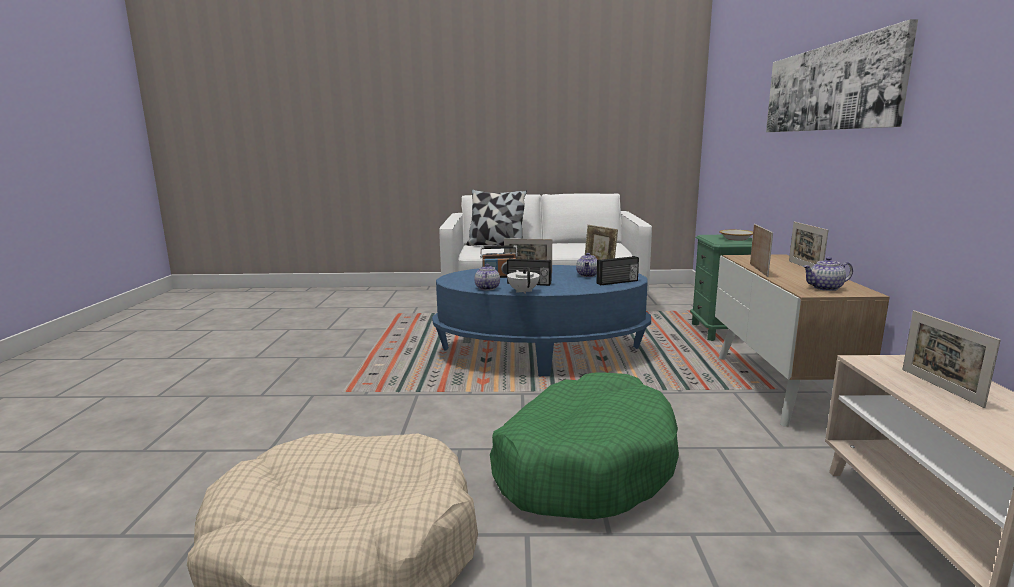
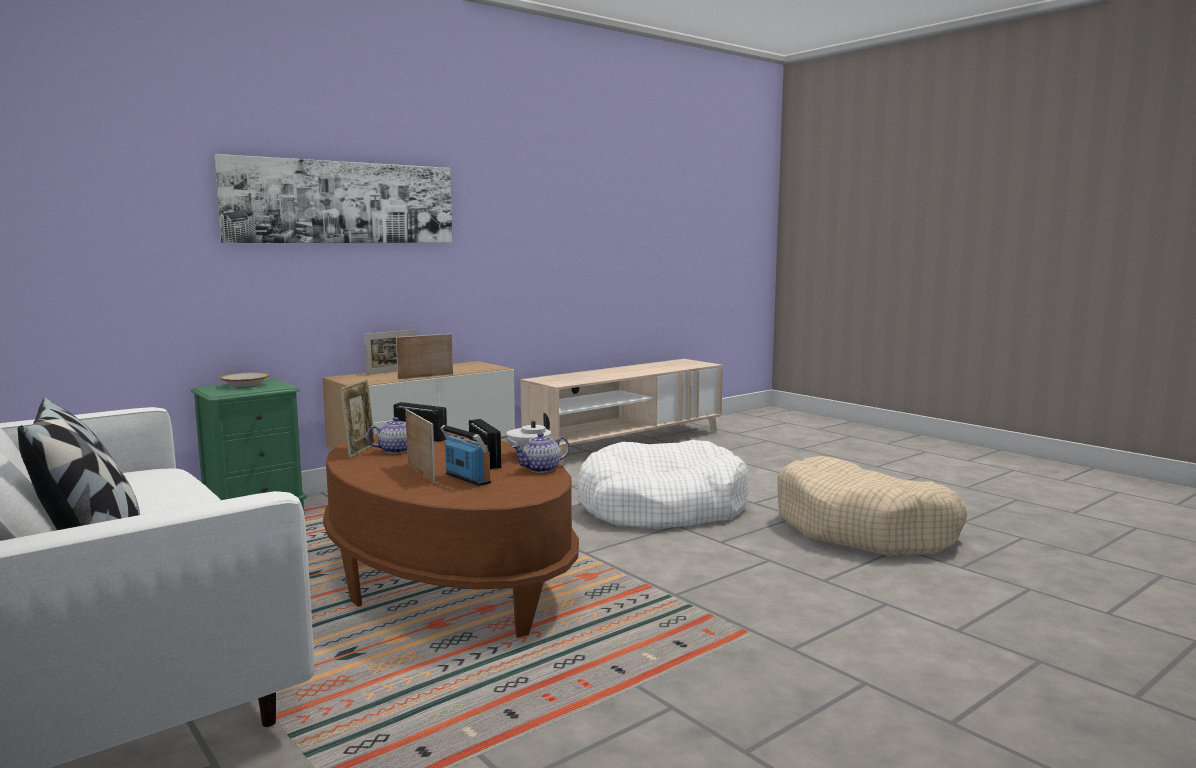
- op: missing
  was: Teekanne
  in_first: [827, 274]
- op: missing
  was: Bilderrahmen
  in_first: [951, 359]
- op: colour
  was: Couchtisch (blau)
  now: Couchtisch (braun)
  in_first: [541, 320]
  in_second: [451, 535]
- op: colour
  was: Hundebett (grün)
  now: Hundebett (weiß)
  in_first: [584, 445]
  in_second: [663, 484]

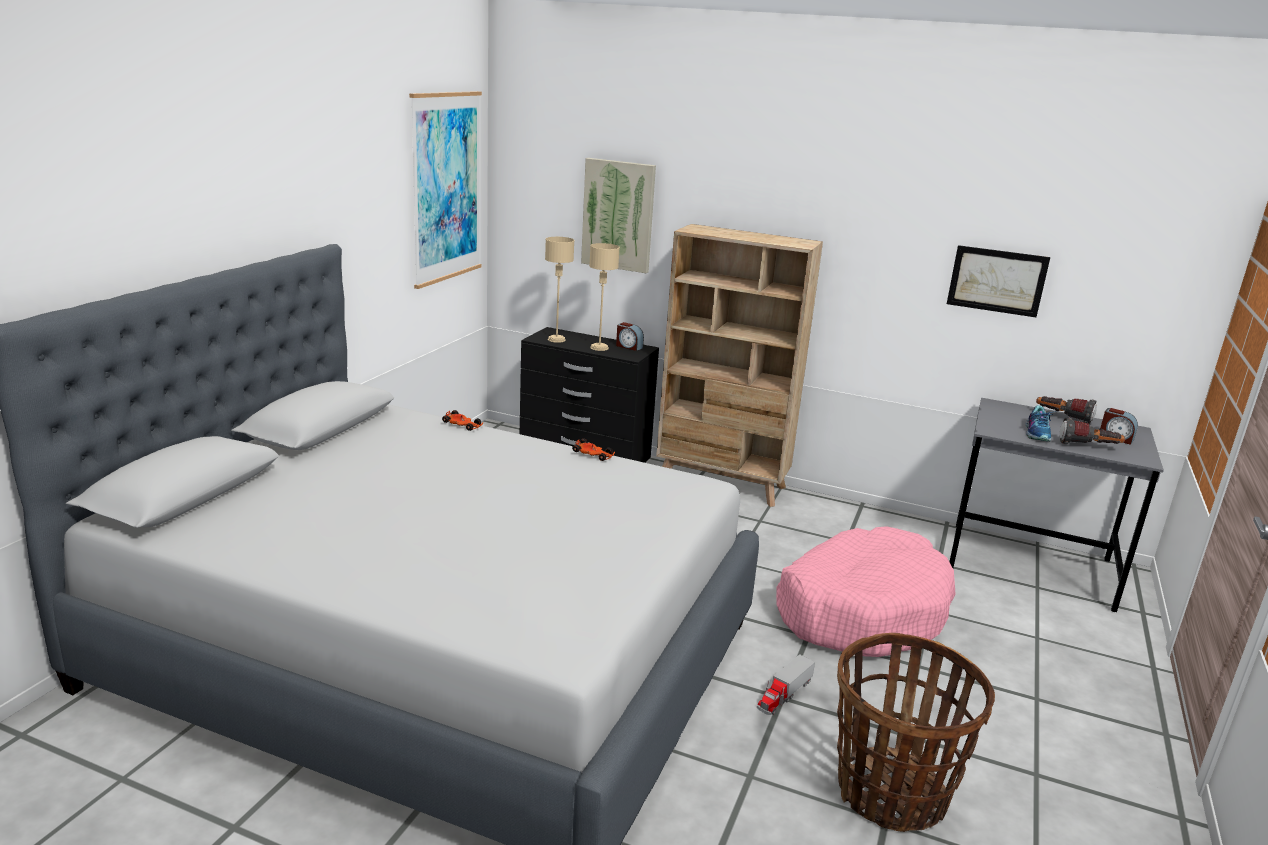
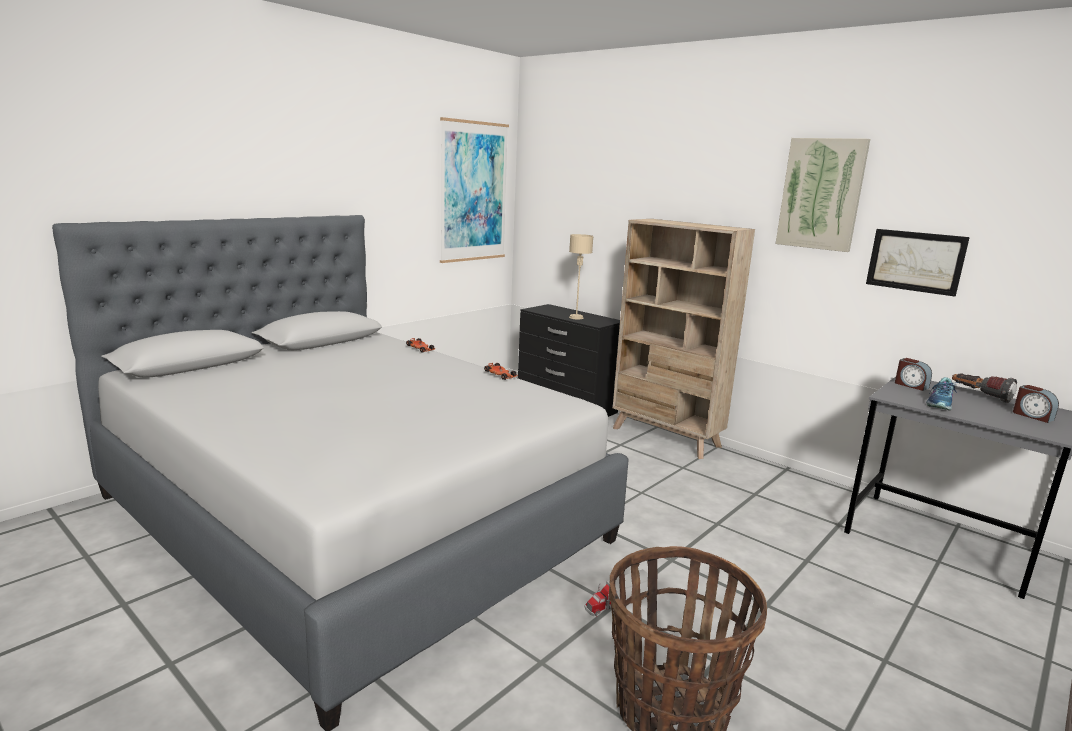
- op: missing
  was: Tischlampe (beige)
  in_first: [559, 290]
- op: missing
  was: Hundebett (rosa)
  in_first: [866, 591]
- op: missing
  was: Taschenlampe
  in_first: [1092, 430]
- op: relocated
  was: Bild
  in_first: [618, 215]
  in_second: [823, 195]
- op: relocated
  was: Wecker
  in_first: [630, 336]
  in_second: [913, 374]

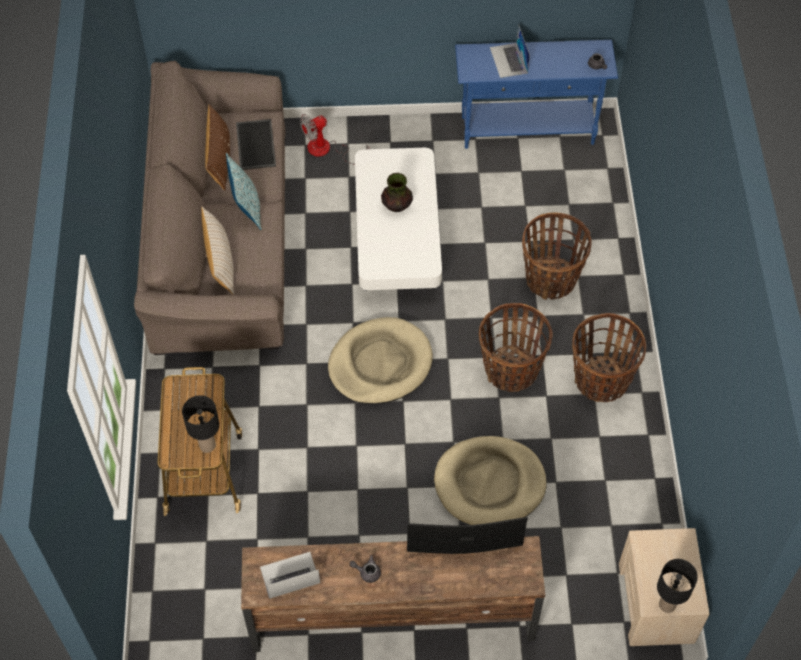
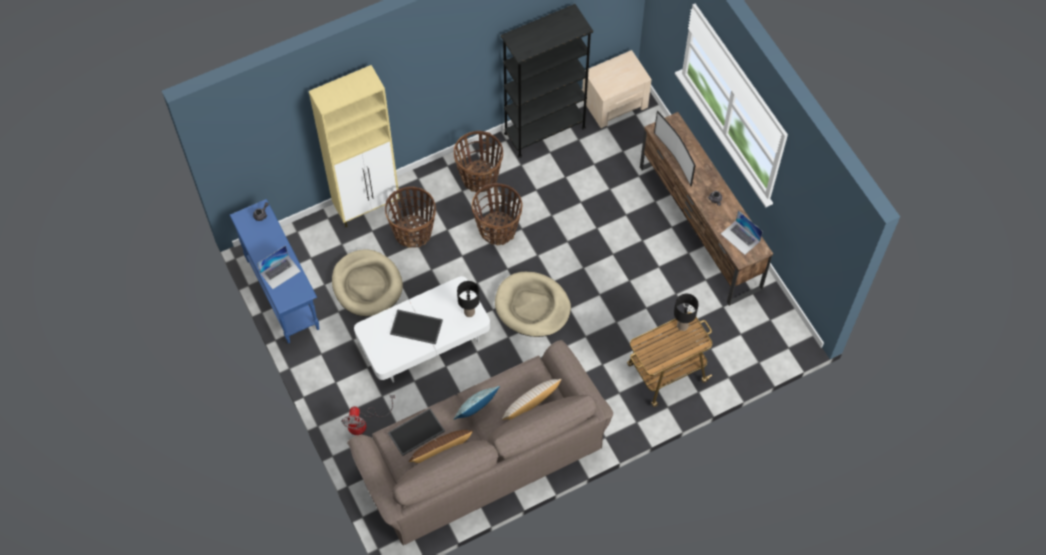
- op: appeared
  now: Schrank (beige)
  in_second: [354, 146]
- op: appeared
  now: Bücherregal (schwarz)
  in_second: [547, 81]
- op: relocated
  was: Hundebett (beige)
  in_first: [490, 480]
  in_second: [367, 283]
- op: relocated
  was: Tischlampe (schwarz)
  in_first: [677, 586]
  in_second: [468, 299]
- op: exchanged
  was: Vase
  now: Tablett
  in_first: [397, 192]
  in_second: [416, 326]
- op: spun
  was: Ventilator
  in_first: [334, 139]
  in_second: [368, 415]
  clockwise: 60

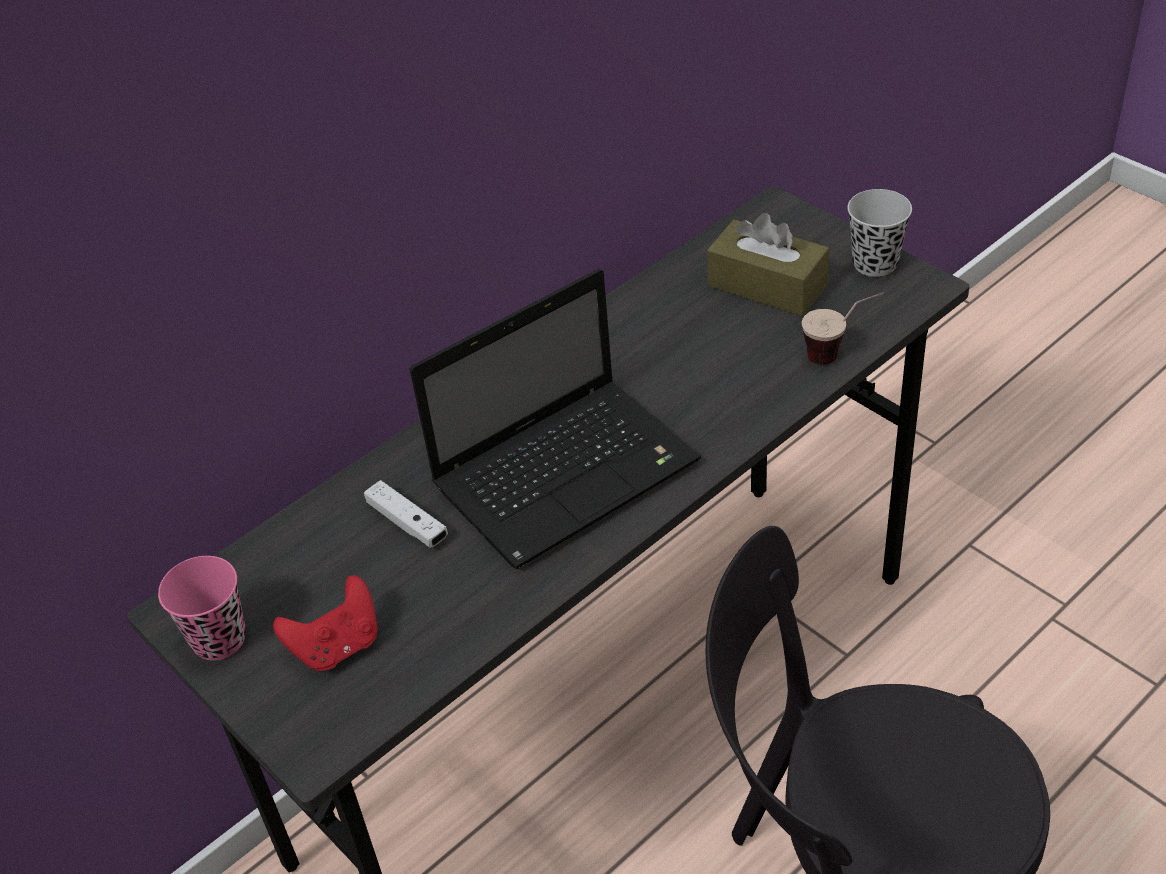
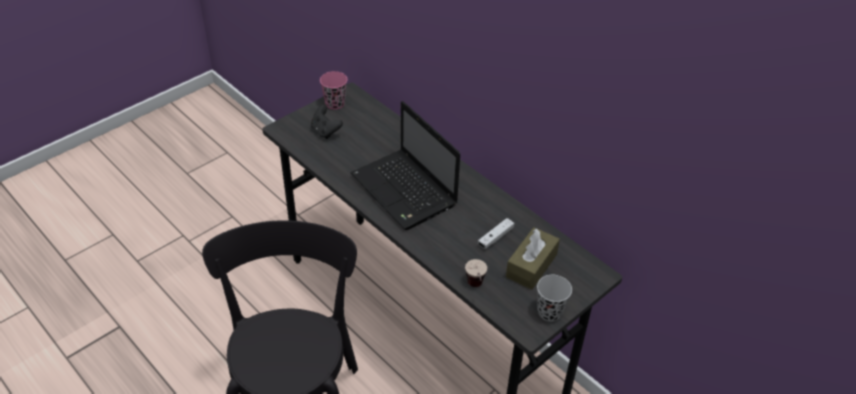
- op: relocated
  was: Gamepad (weiß)
  in_first: [406, 514]
  in_second: [496, 233]
- op: colour
  was: Gamepad (rot)
  now: Gamepad (schwarz)
  in_first: [325, 623]
  in_second: [327, 122]

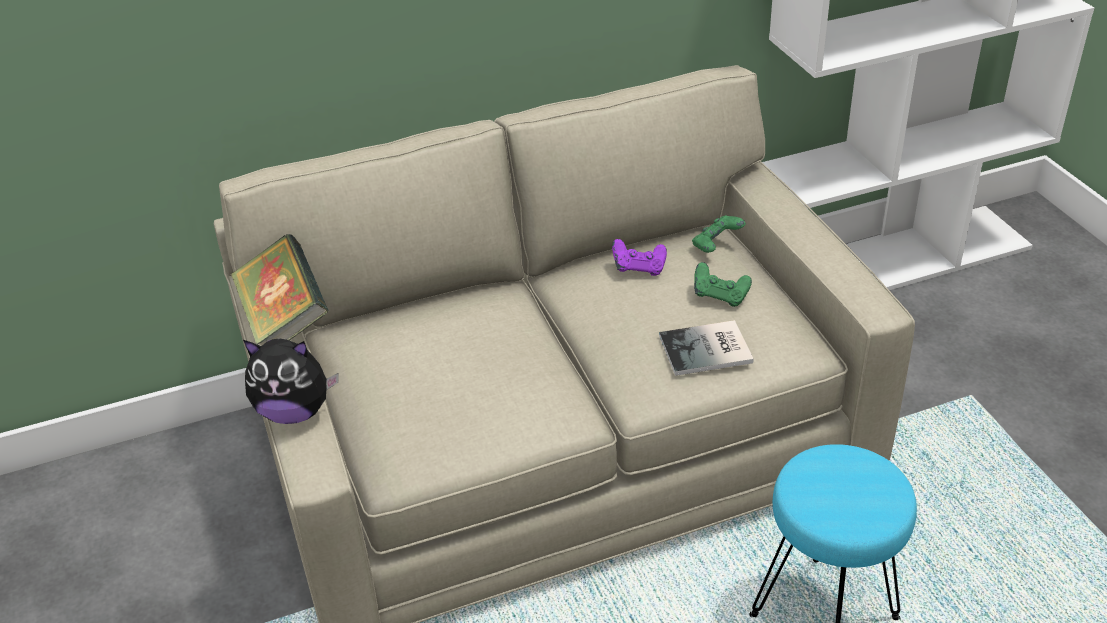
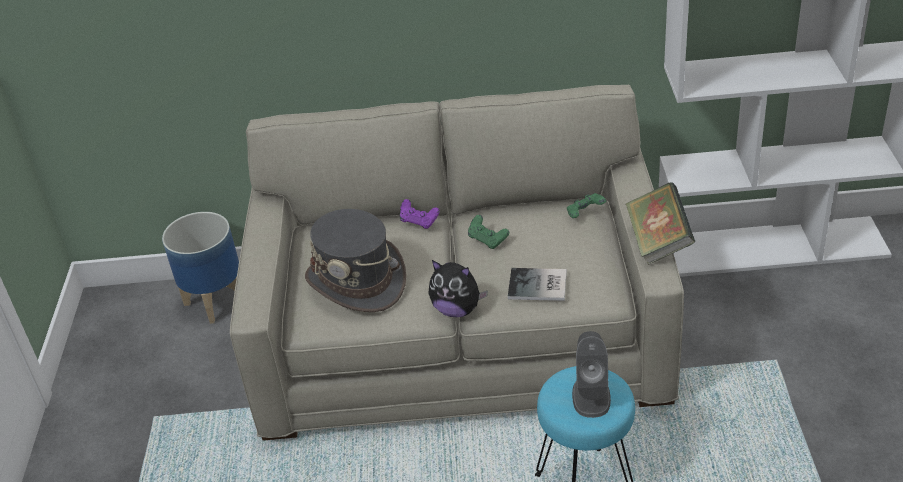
- op: appeared
  now: Pflanzkübel
  in_second: [200, 268]
- op: appeared
  now: Hut (grau)
  in_second: [355, 260]
- op: appeared
  now: Lautsprecher (grau)
  in_second: [591, 374]
- op: relocated
  was: Buch
  in_first: [280, 290]
  in_second: [660, 223]
- op: relocated
  was: Plüschtier
  in_first: [291, 381]
  in_second: [458, 288]
- op: relocated
  was: Gamepad (lila)
  in_first: [639, 257]
  in_second: [420, 214]
- op: relocated
  was: Gamepad (grün)
  in_first: [723, 284]
  in_second: [488, 232]

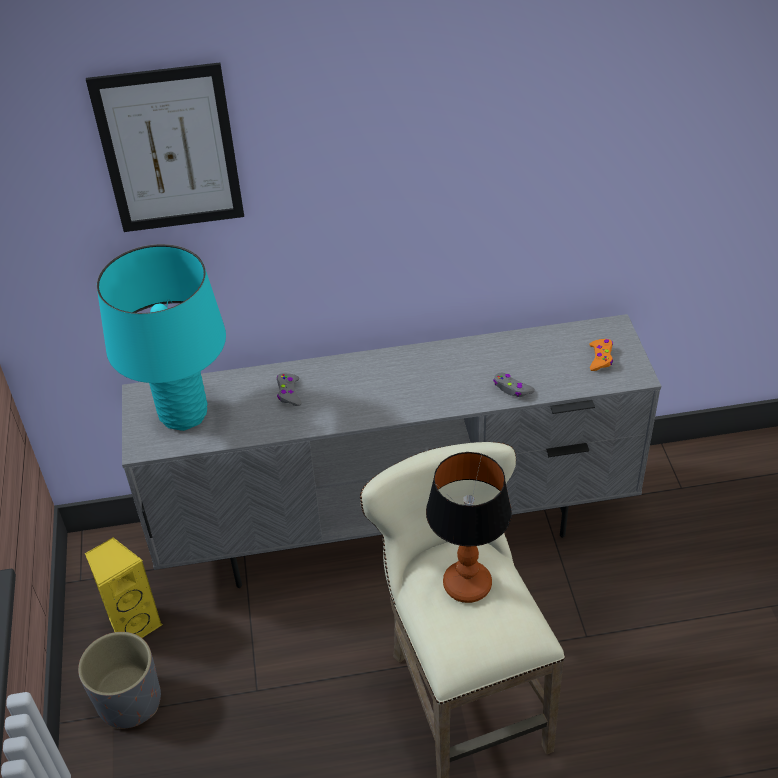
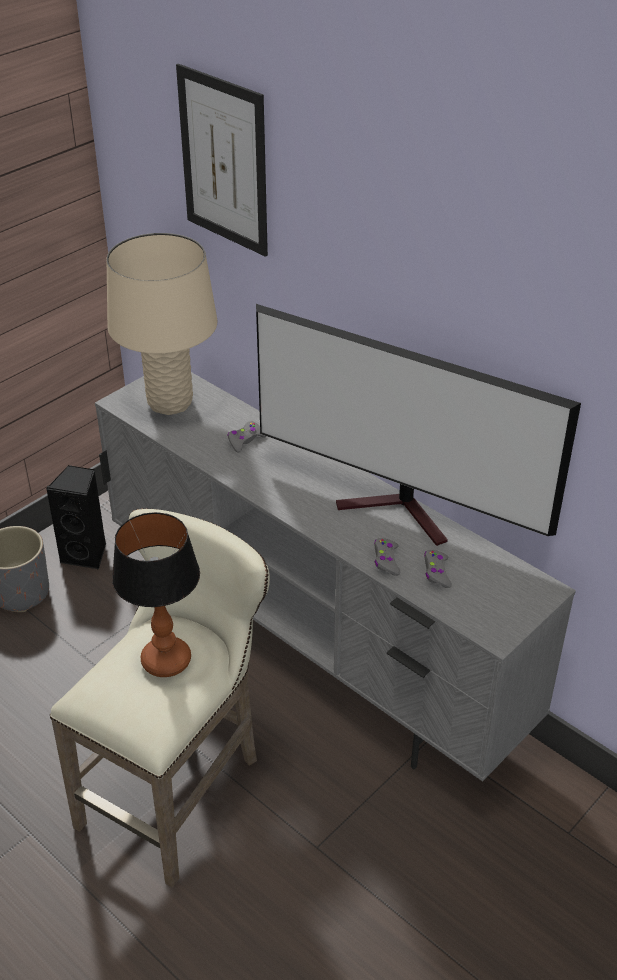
- op: missing
  was: Gamepad (orange)
  in_first: [601, 355]
- op: appeared
  now: Fernseher
  in_second: [418, 425]
- op: appeared
  now: Gamepad (grau)
  in_second: [438, 569]
- op: colour
  was: Lautsprecher (gelb)
  now: Lautsprecher (schwarz)
  in_first: [124, 587]
  in_second: [76, 517]
- op: colour
  was: Tischlampe (türkis)
  now: Tischlampe (beige)
  in_first: [161, 337]
  in_second: [162, 324]

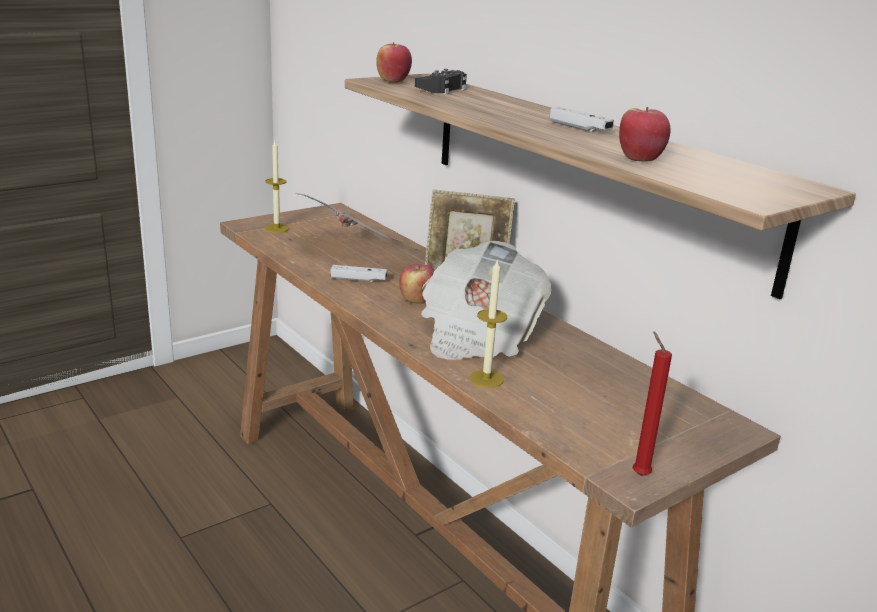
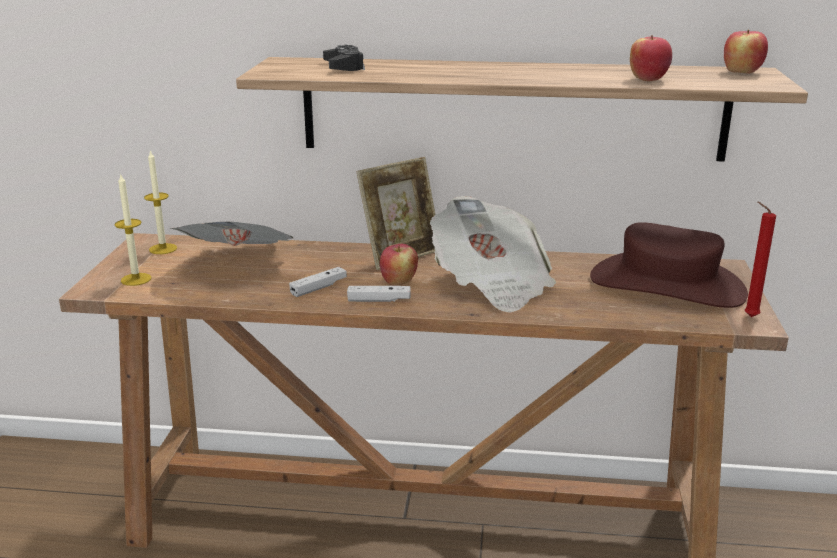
- op: appeared
  now: Hut (braun)
  in_second: [669, 265]
- op: relocated
  was: Apfel
  in_first: [394, 62]
  in_second: [746, 52]
- op: relocated
  was: Kerze
  in_first: [488, 323]
  in_second: [160, 202]
- op: relocated
  was: Gamepad (weiß)
  in_first: [582, 119]
  in_second: [379, 294]

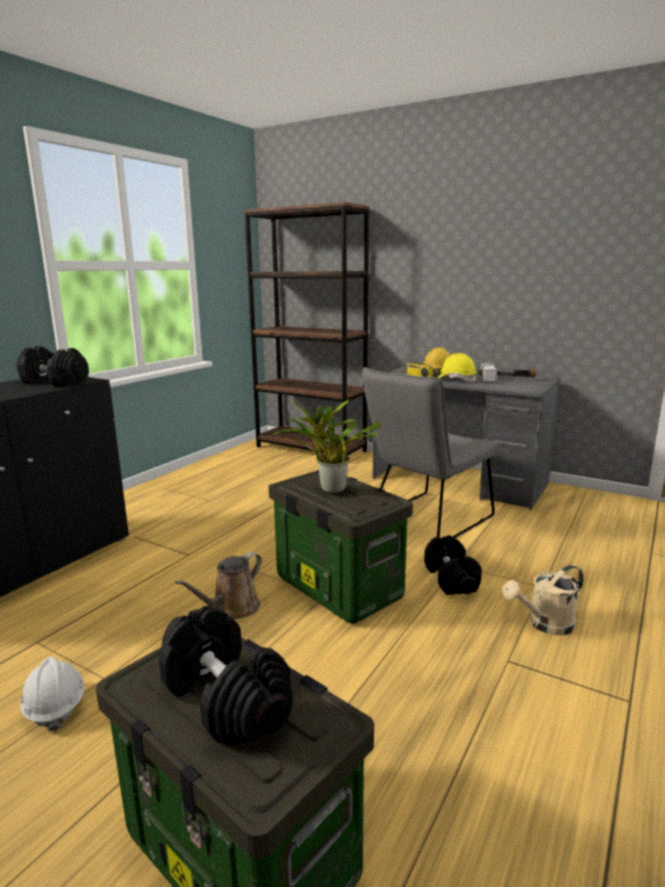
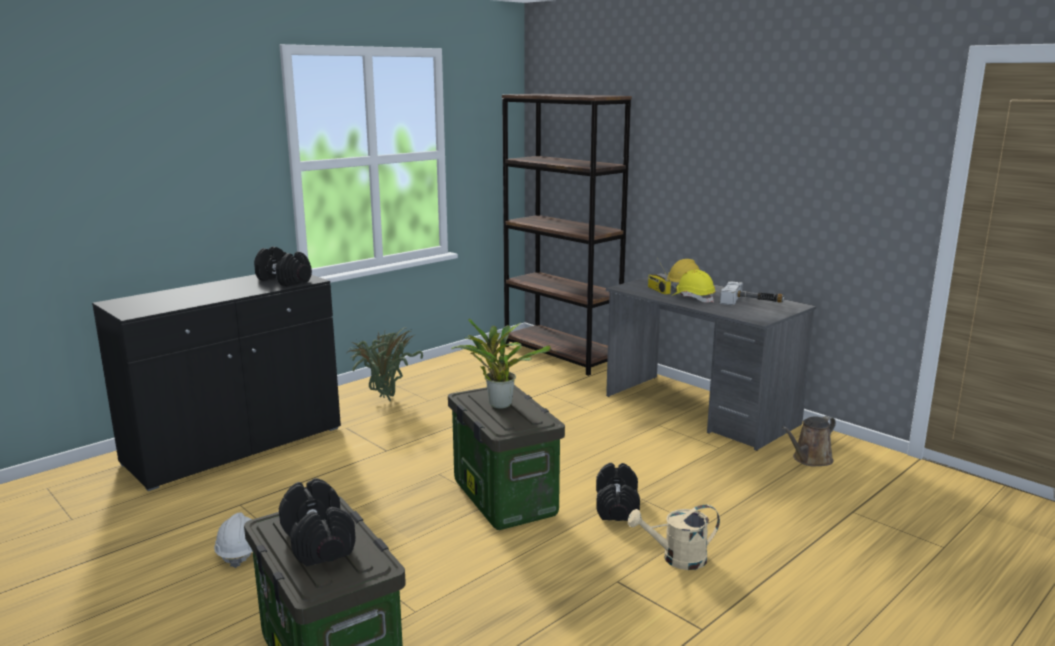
- op: missing
  was: Stuhl (grau)
  in_first: [429, 452]
- op: appeared
  now: Topfpflanze
  in_second: [385, 364]
- op: relocated
  was: Gießkanne (braun)
  in_first: [218, 585]
  in_second: [809, 441]

